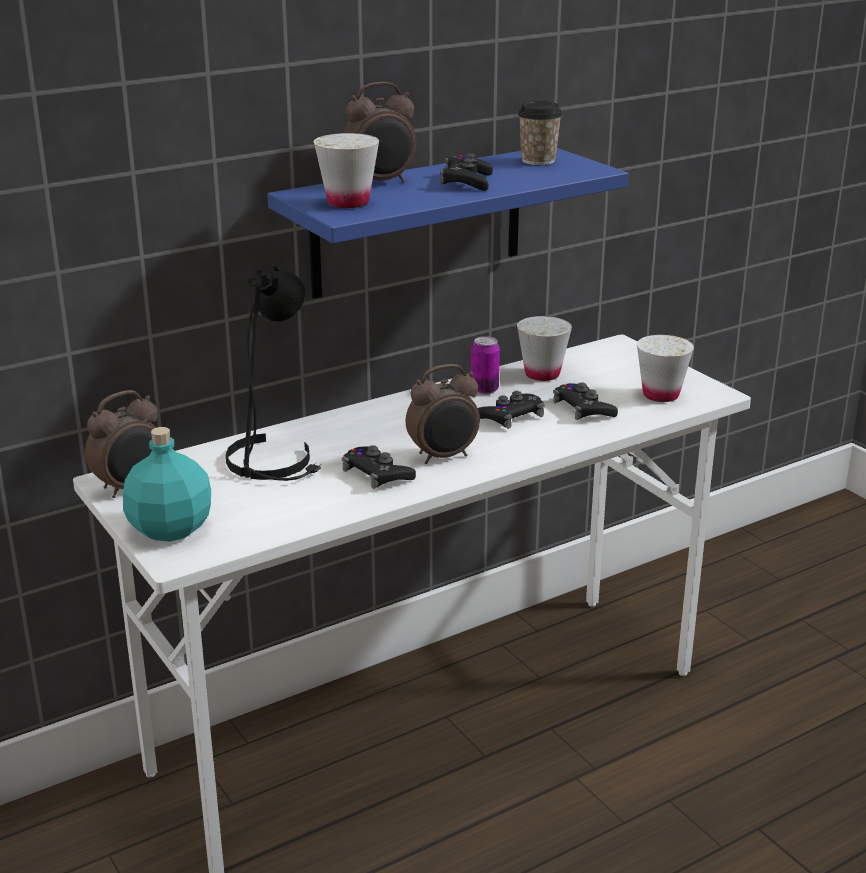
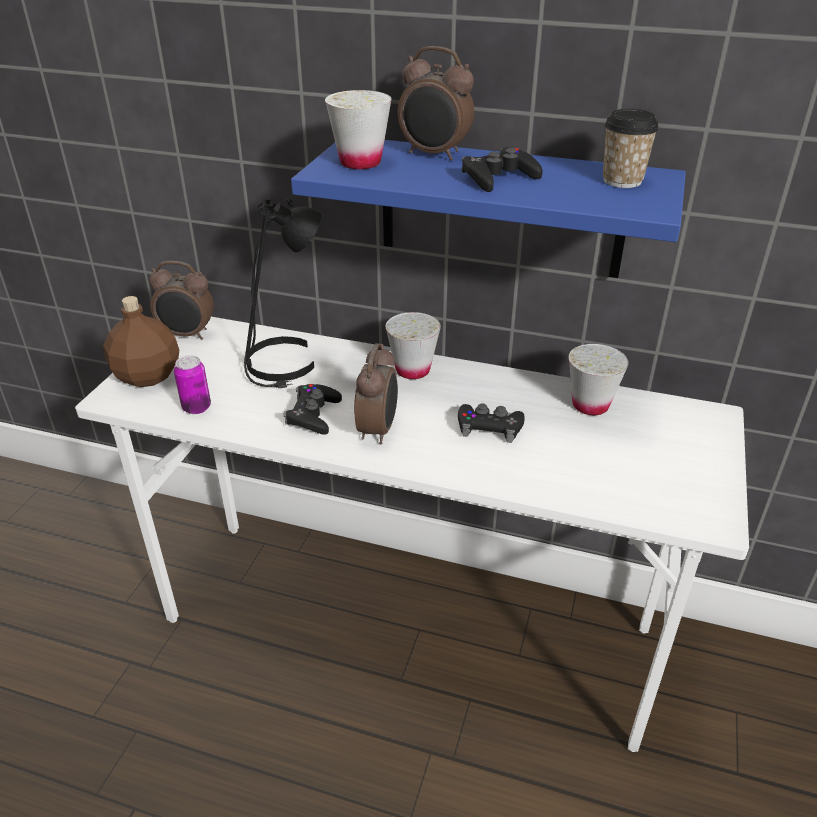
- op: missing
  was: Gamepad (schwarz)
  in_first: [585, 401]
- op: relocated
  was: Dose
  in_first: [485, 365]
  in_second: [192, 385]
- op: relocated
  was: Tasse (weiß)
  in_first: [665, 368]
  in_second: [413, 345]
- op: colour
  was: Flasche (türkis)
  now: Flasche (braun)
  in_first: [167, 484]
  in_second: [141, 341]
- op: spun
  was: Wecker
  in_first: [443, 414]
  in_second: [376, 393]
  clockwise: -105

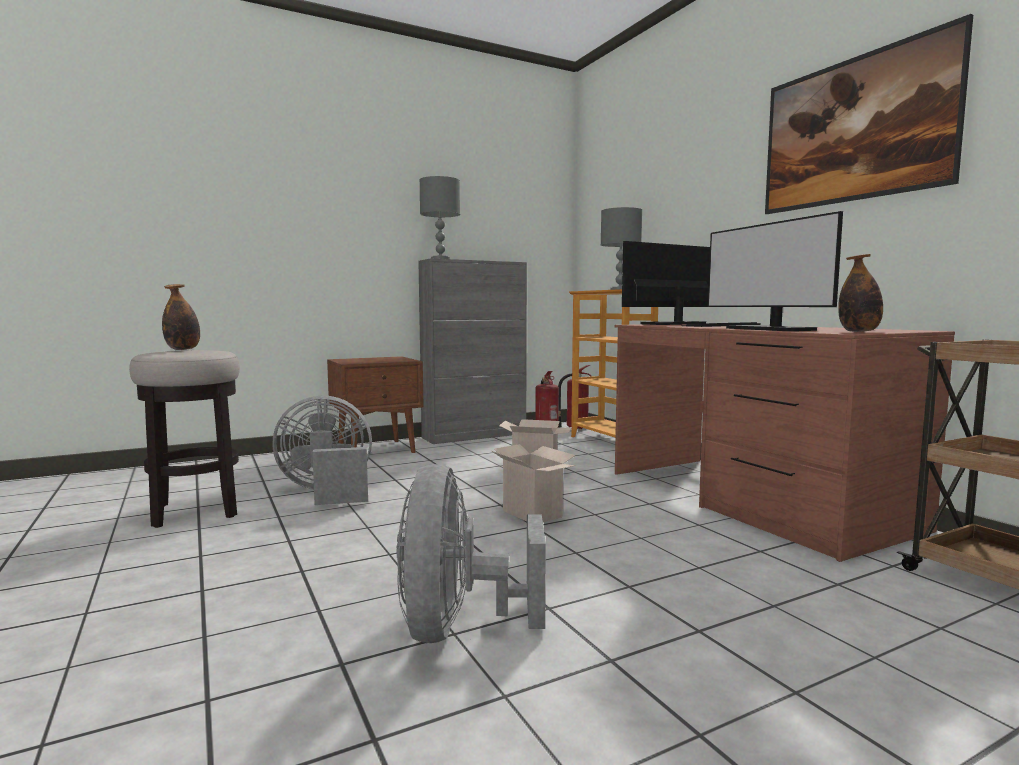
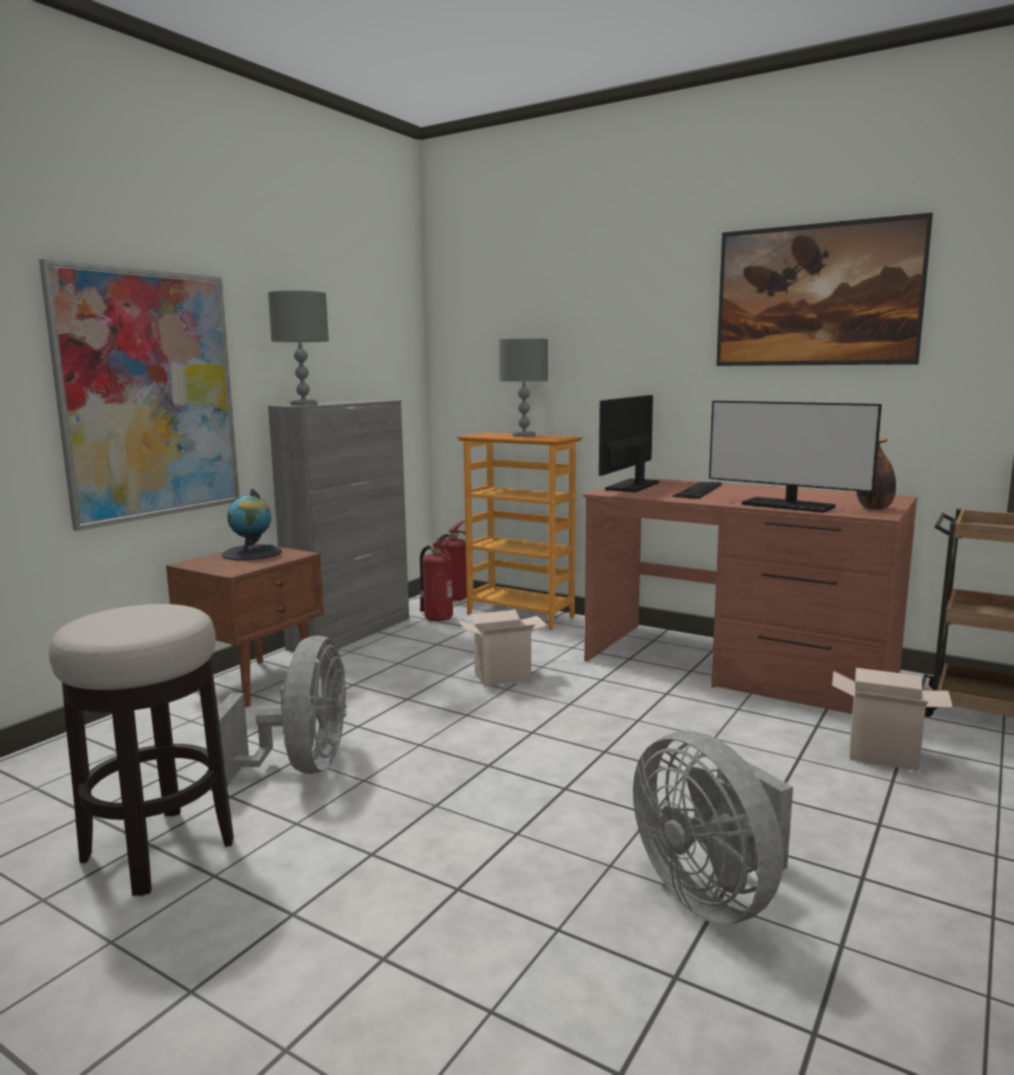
- op: missing
  was: Flasche
  in_first: [181, 317]
- op: appeared
  now: Bild
  in_second: [139, 395]
- op: appeared
  now: Globus
  in_second: [252, 524]
- op: relocated
  was: Karton
  in_first: [534, 483]
  in_second: [892, 719]
- op: spun
  was: Ventilator (grau)
  in_first: [322, 450]
  in_second: [276, 713]
  clockwise: 135

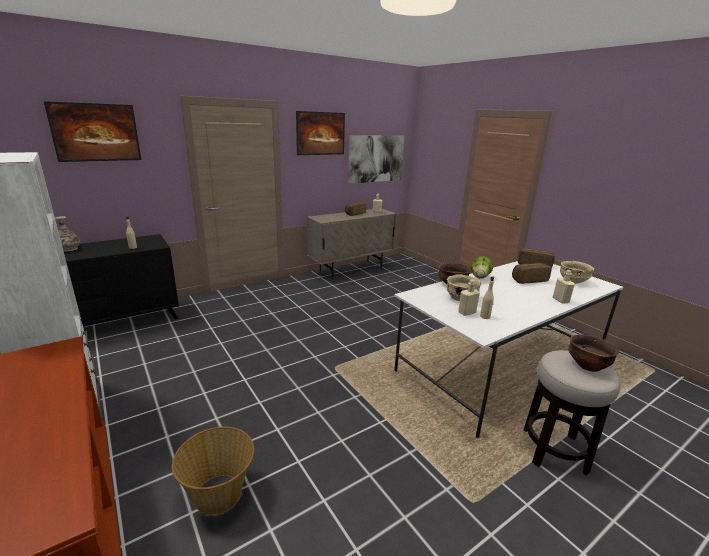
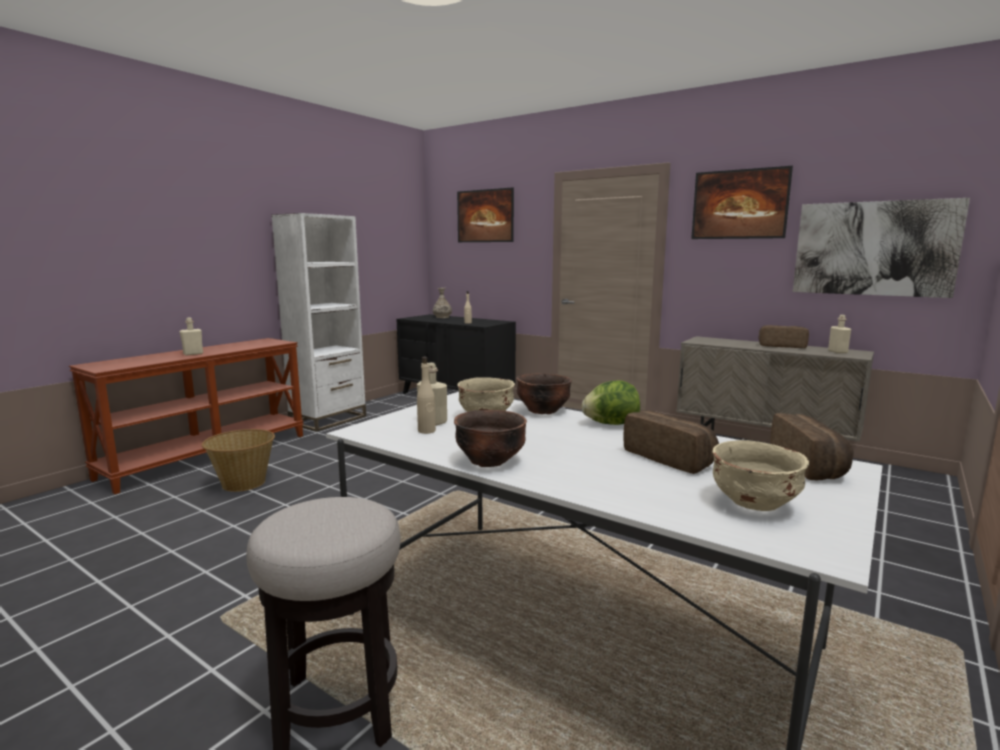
- op: relocated
  was: Flasche (beige)
  in_first: [564, 287]
  in_second: [191, 336]
- op: relocated
  was: Schüssel (braun)
  in_first: [593, 353]
  in_second: [490, 438]

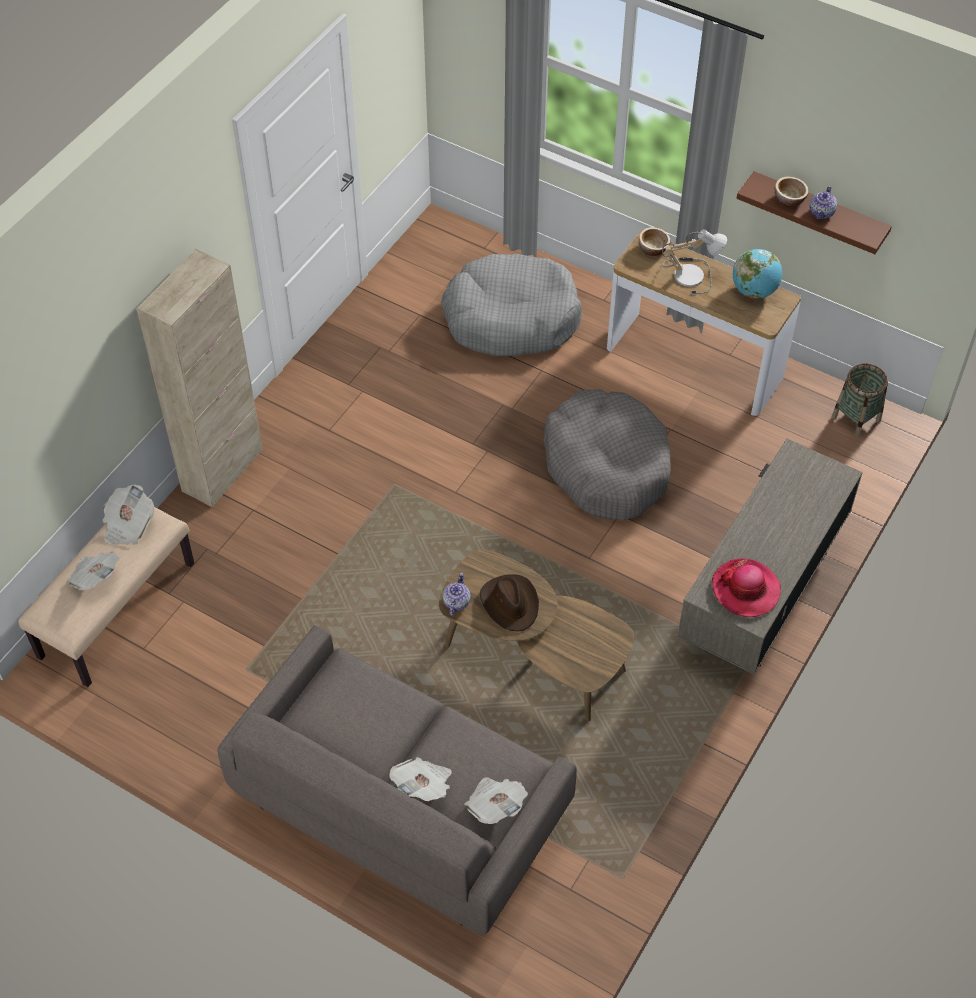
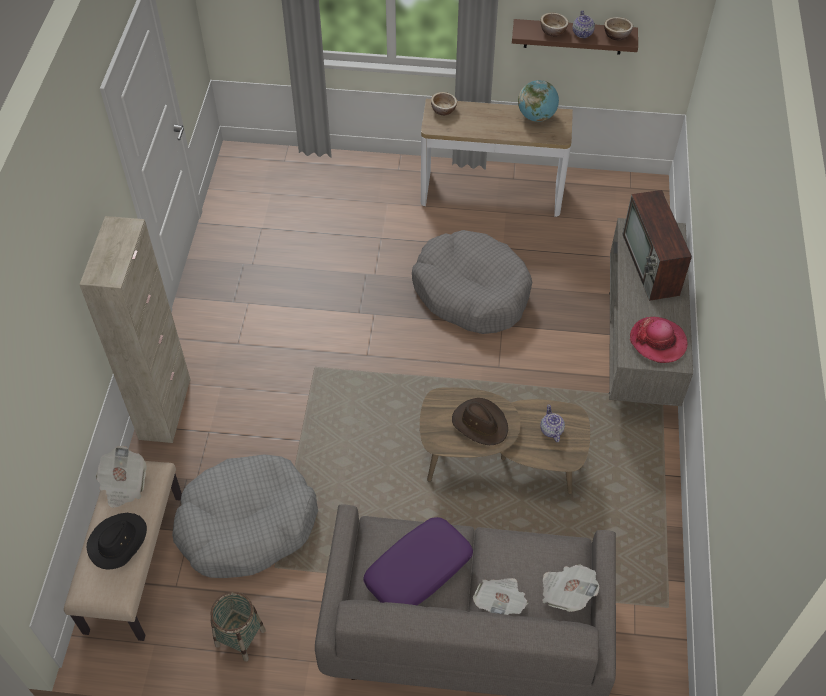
- op: missing
  was: Tischlampe
  in_first: [694, 262]
- op: appeared
  now: Kissen (lila)
  in_second: [418, 561]
- op: appeared
  now: Schüssel
  in_second: [618, 29]
- op: appeared
  now: Fernseher
  in_second: [657, 245]
- op: relocated
  was: Hundebett (grau)
  in_first: [511, 305]
  in_second: [245, 516]
- op: relocated
  was: Teekanne
  in_first: [457, 594]
  in_second: [552, 423]
- op: relocated
  was: Korb
  in_first: [860, 401]
  in_second: [238, 627]
- op: exchanged
  was: Zeitung
  now: Hut (schwarz)
  in_first: [93, 571]
  in_second: [117, 541]

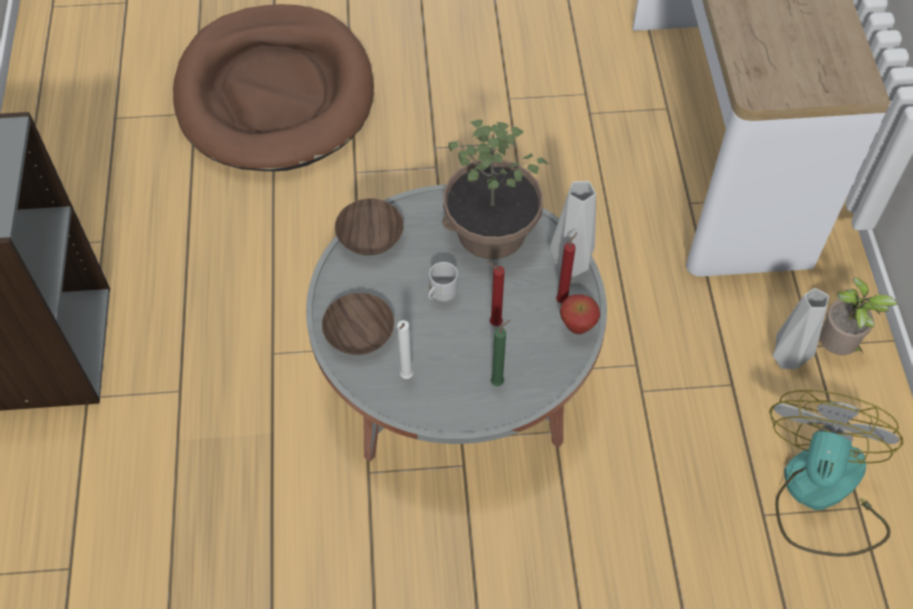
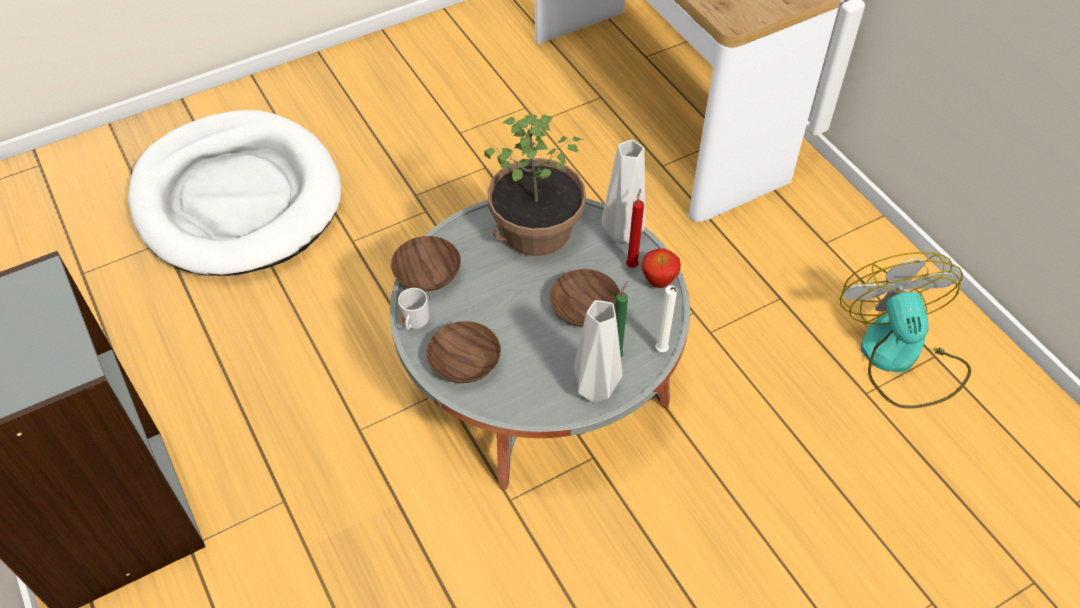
- op: missing
  was: Topfpflanze
  in_first: [859, 316]
- op: relocated
  was: Kerze (weiß)
  in_first: [405, 349]
  in_second: [666, 318]
- op: relocated
  was: Henkelbecher
  in_first: [443, 282]
  in_second: [413, 309]
- op: relocated
  was: Vase (grau)
  in_first: [800, 328]
  in_second: [598, 351]
- op: exchanged
  was: Kerze (rot)
  now: Schüssel (braun)
  in_first: [496, 293]
  in_second: [585, 298]
- op: colour
  was: Hundebett (braun)
  now: Hundebett (weiß)
  in_first: [273, 87]
  in_second: [234, 193]

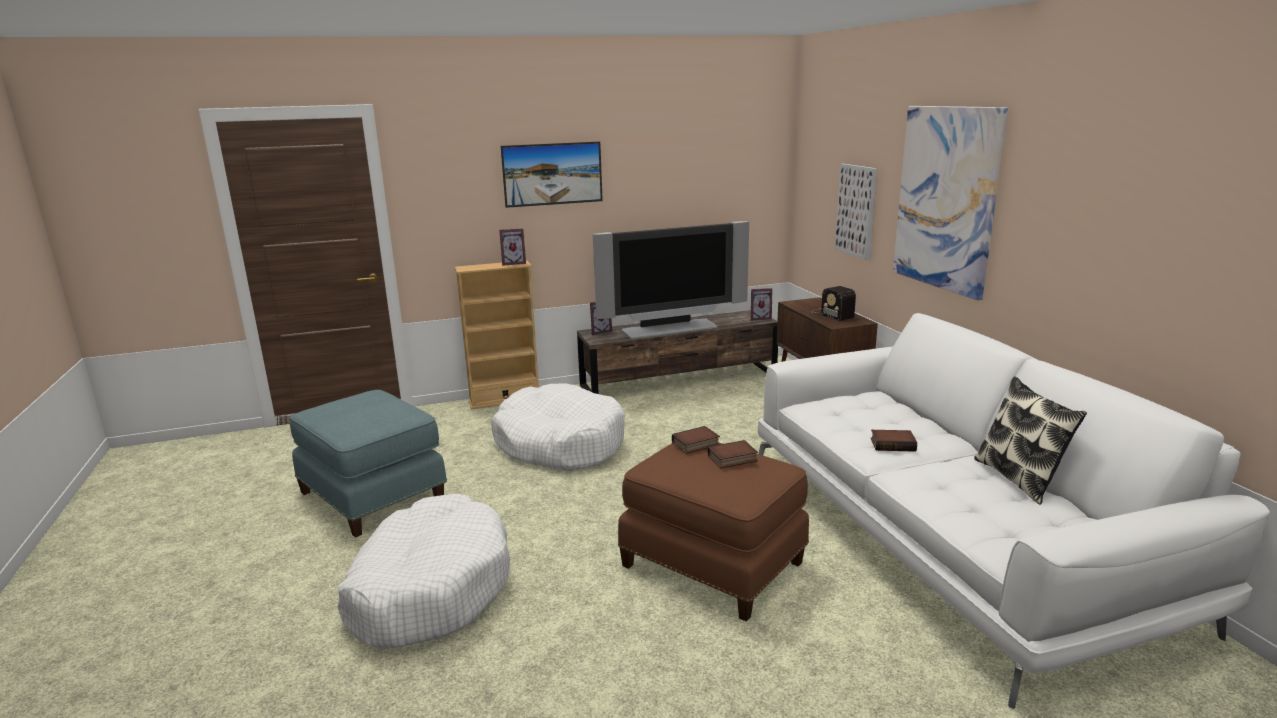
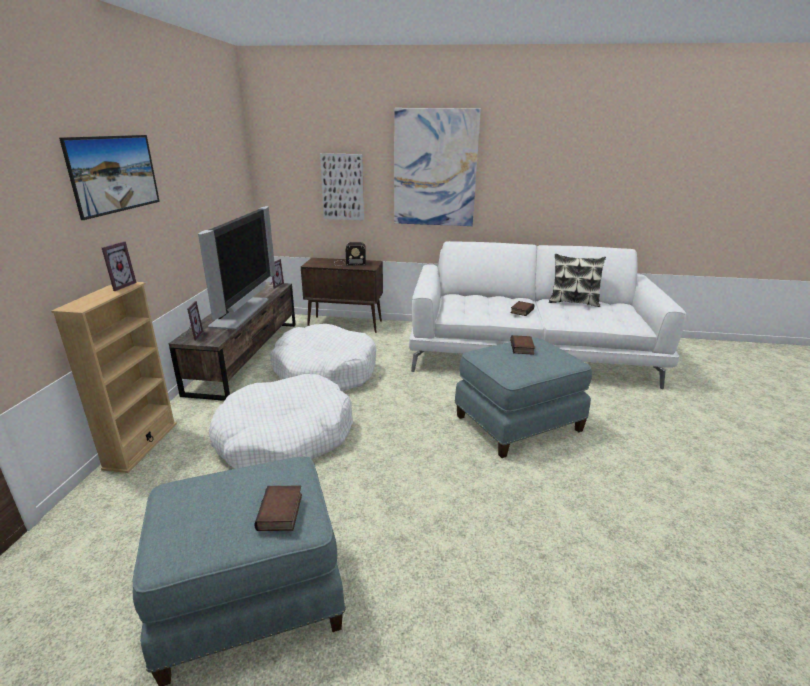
- op: relocated
  was: Hundebett (weiß)
  in_first: [424, 571]
  in_second: [323, 357]
- op: relocated
  was: Buch
  in_first: [696, 440]
  in_second: [278, 508]
- op: colour
  was: Polsterhocker (braun)
  now: Polsterhocker (blau)
  in_first: [713, 532]
  in_second: [523, 398]

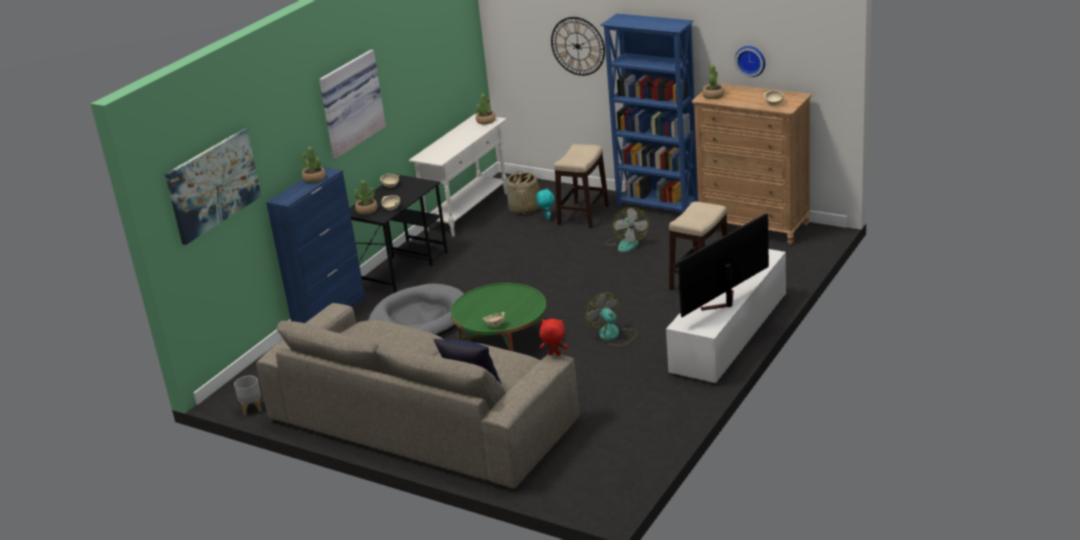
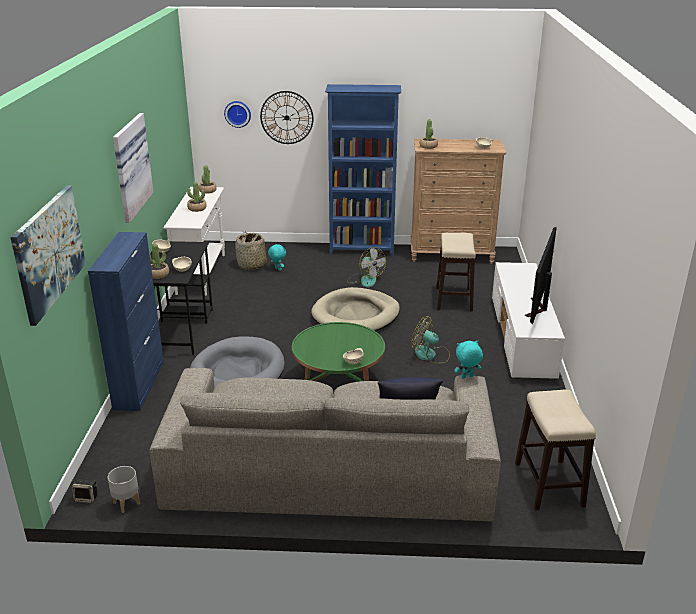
- op: appeared
  now: Lautsprecher
  in_second: [84, 490]
- op: appeared
  now: Hundebett (beige)
  in_second: [355, 309]
- op: relocated
  was: Topfpflanze
  in_first: [314, 165]
  in_second: [197, 196]
- op: relocated
  was: Hocker
  in_first: [581, 186]
  in_second: [555, 450]
- op: relocated
  was: Wanduhr
  in_first: [750, 61]
  in_second: [237, 114]
- op: colour
  was: Plüschtier (rot)
  now: Plüschtier (türkis)
  in_first: [553, 337]
  in_second: [468, 359]

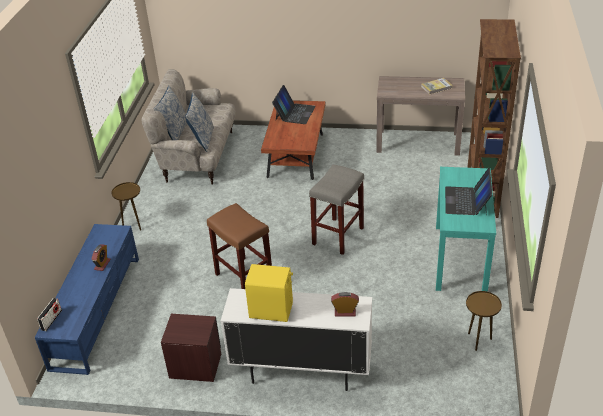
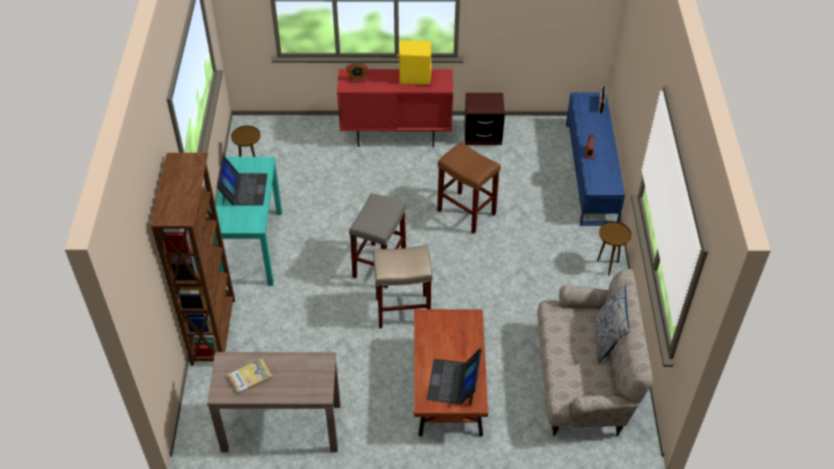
- op: missing
  was: Kissen
  in_first: [199, 122]
- op: appeared
  now: Hocker (beige)
  in_second: [403, 286]
- op: colour
  was: Schrank (weiß)
  now: Schrank (rot)
  in_first: [296, 339]
  in_second: [395, 108]

